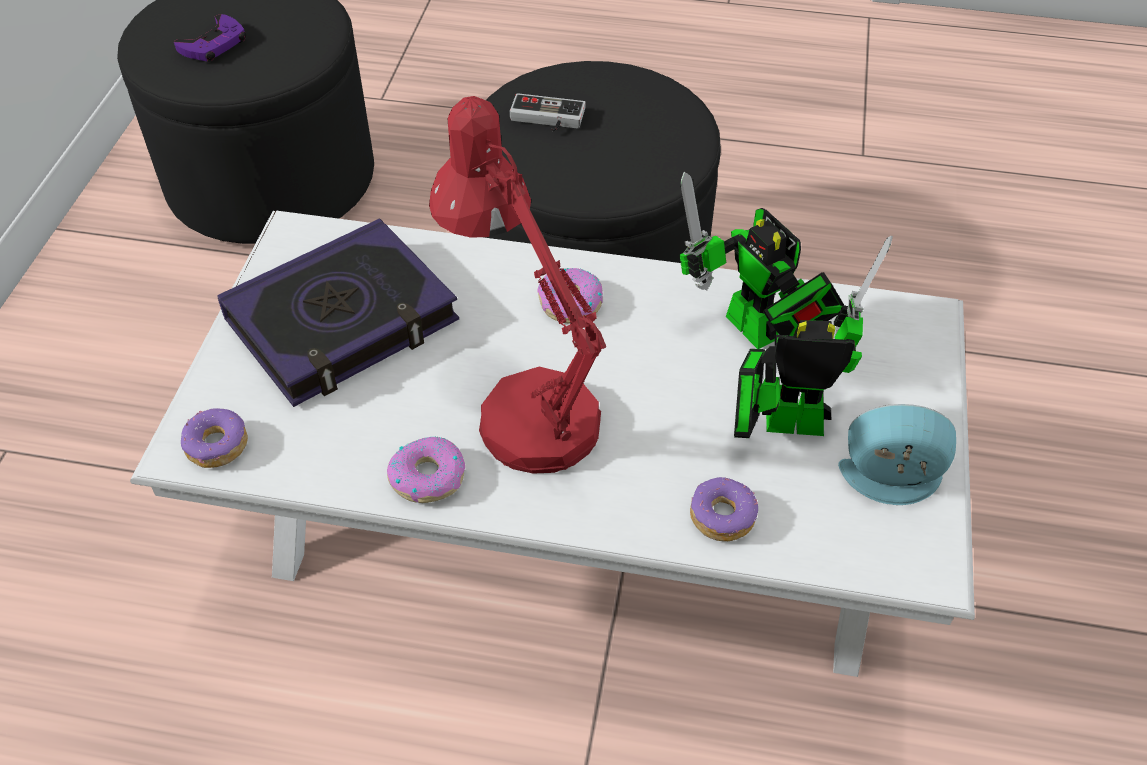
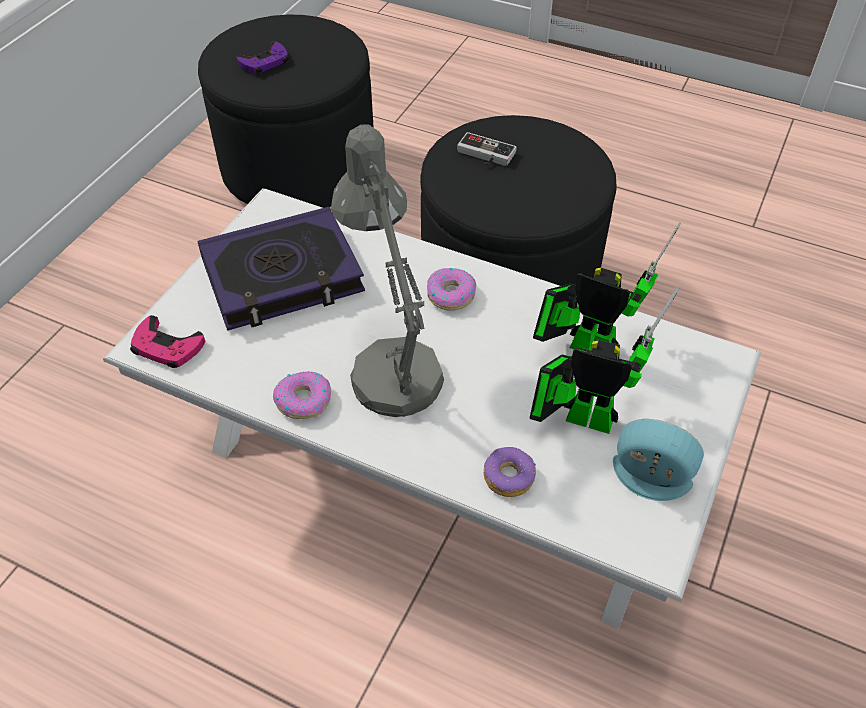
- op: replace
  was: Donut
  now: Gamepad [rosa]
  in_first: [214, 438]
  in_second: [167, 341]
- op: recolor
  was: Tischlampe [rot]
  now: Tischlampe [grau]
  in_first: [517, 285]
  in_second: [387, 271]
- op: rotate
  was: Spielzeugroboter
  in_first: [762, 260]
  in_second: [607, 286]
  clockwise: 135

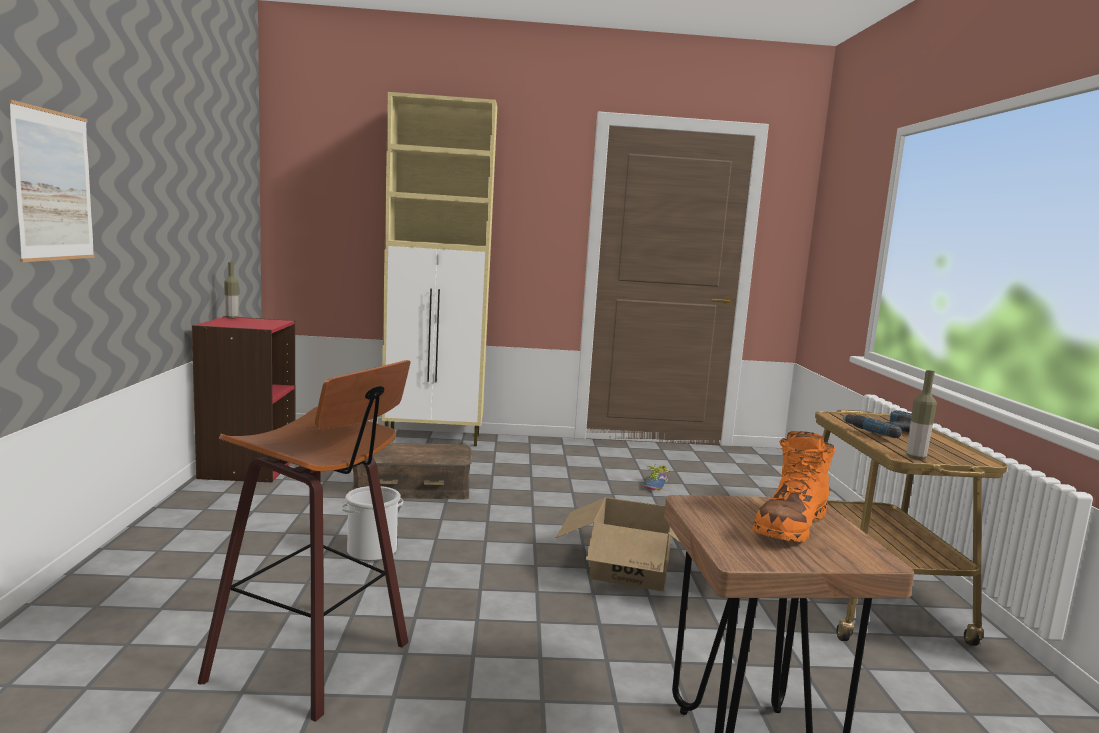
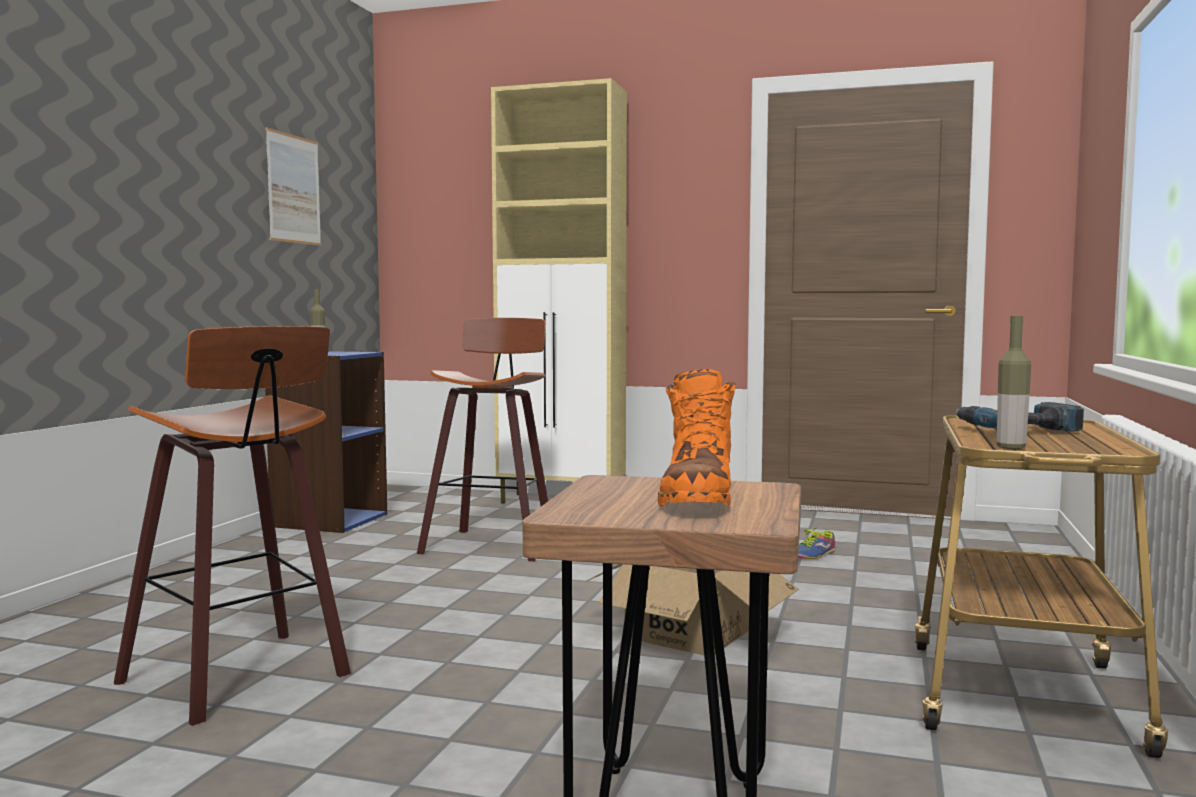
- op: move
  was: Bild
  in_first: [51, 180]
  in_second: [293, 187]
- op: recolor
  was: Bücherregal [rot]
  now: Bücherregal [blau]
  in_first: [243, 399]
  in_second: [326, 442]
- op: delete
  was: Eimer
  in_first: [372, 523]
- op: replace
  was: Aufbewahrungsbox [braun]
  now: Hocker
  in_first: [412, 471]
  in_second: [482, 439]
- op: rotate
  was: Stiefel [orange]
  in_first: [793, 486]
  in_second: [697, 438]
  clockwise: -45

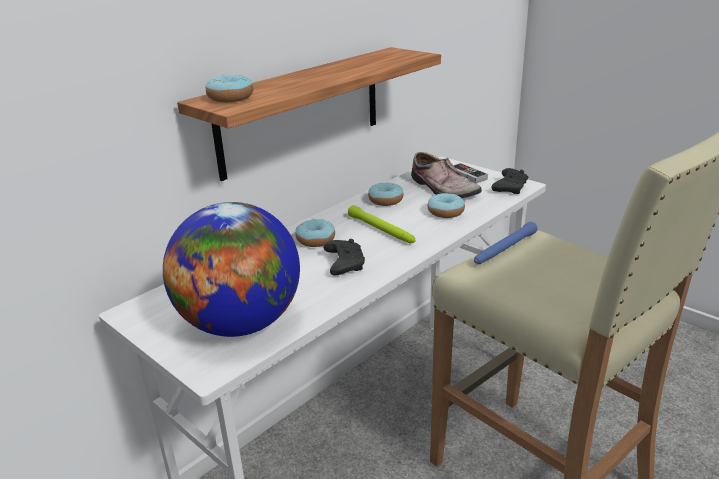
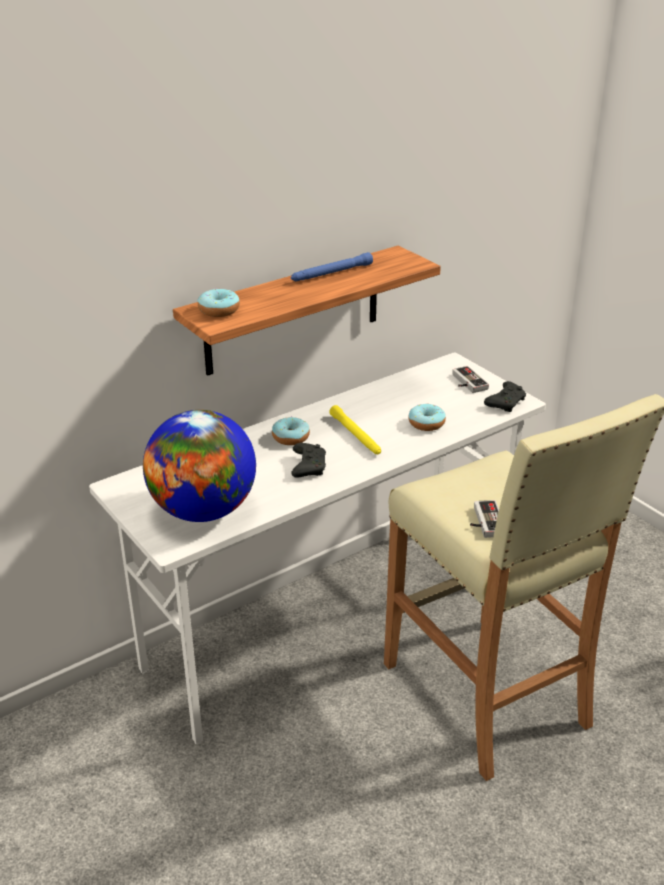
- op: recolor
  was: Taschenlampe [grün]
  now: Taschenlampe [gelb]
  in_first: [381, 224]
  in_second: [355, 429]
- op: delete
  was: Donut
  in_first: [386, 194]
- op: delete
  was: Schuh
  in_first: [446, 175]
- op: move
  was: Taschenlampe [blau]
  in_first: [506, 243]
  in_second: [332, 266]
- op: insert
  now: Gamepad
  in_second: [484, 519]

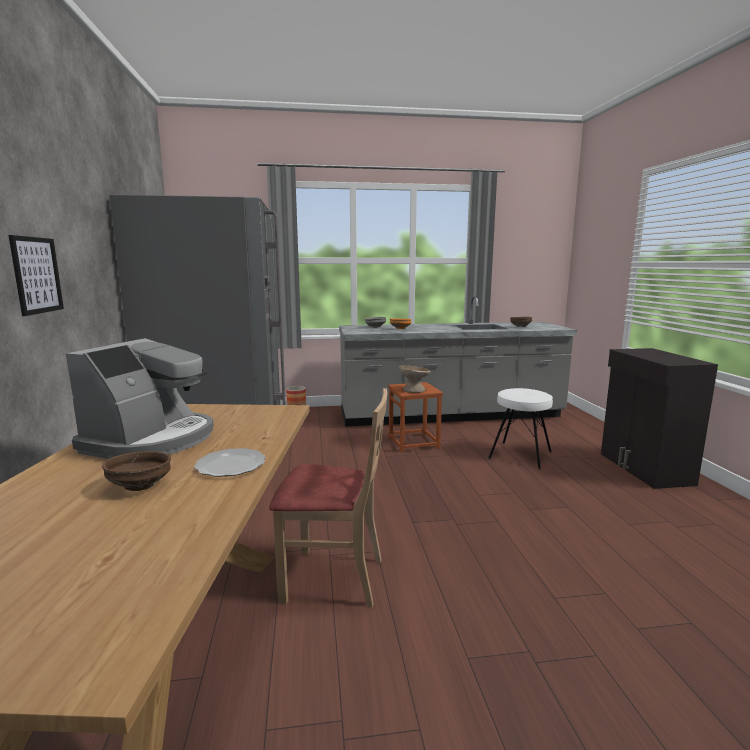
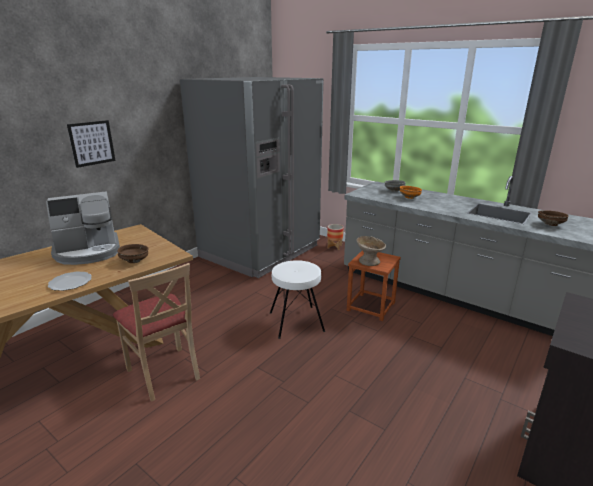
- op: move
  was: Schüssel [braun]
  in_first: [136, 471]
  in_second: [133, 253]
- op: move
  was: Hocker [weiß]
  in_first: [520, 428]
  in_second: [297, 299]

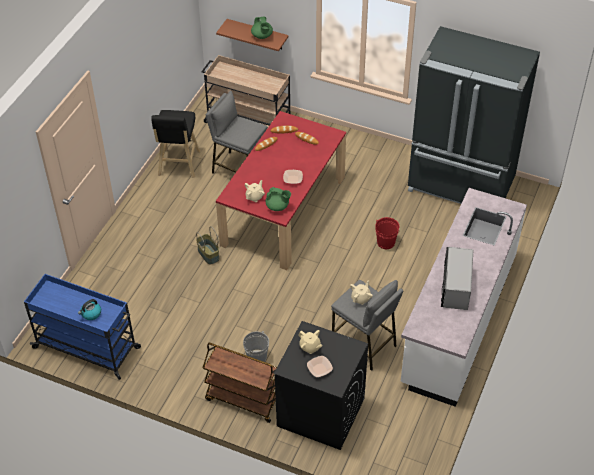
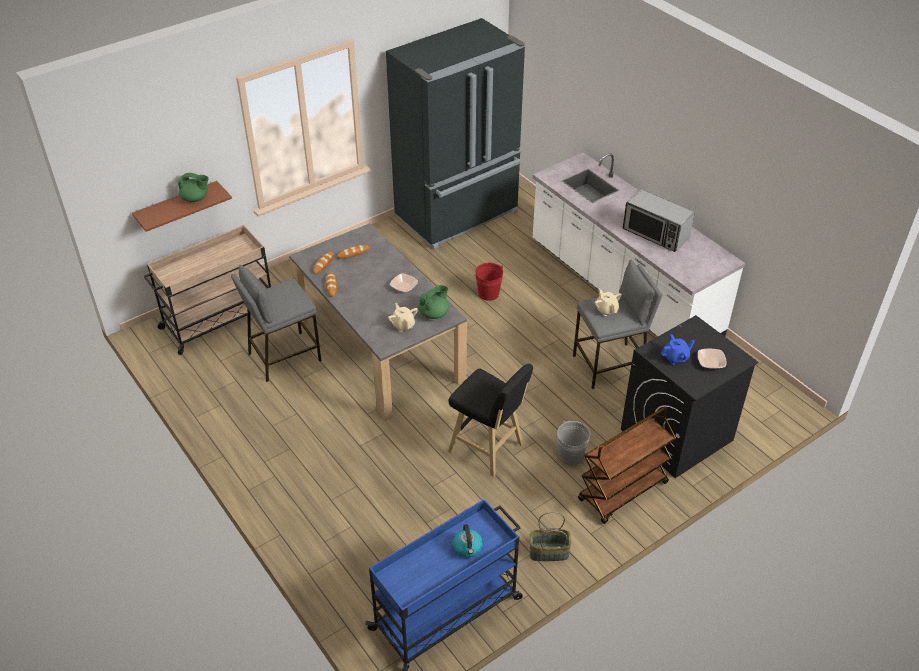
- op: move
  was: Hocker [schwarz]
  in_first: [175, 144]
  in_second: [490, 420]
- op: move
  was: Korb
  in_first: [207, 245]
  in_second: [550, 536]
- op: recolor
  was: Esstisch [rot]
  now: Esstisch [grau]
  in_first: [281, 190]
  in_second: [378, 322]
- op: recolor
  was: Teekanne [beige]
  now: Teekanne [blau]
  in_first: [311, 342]
  in_second: [678, 349]

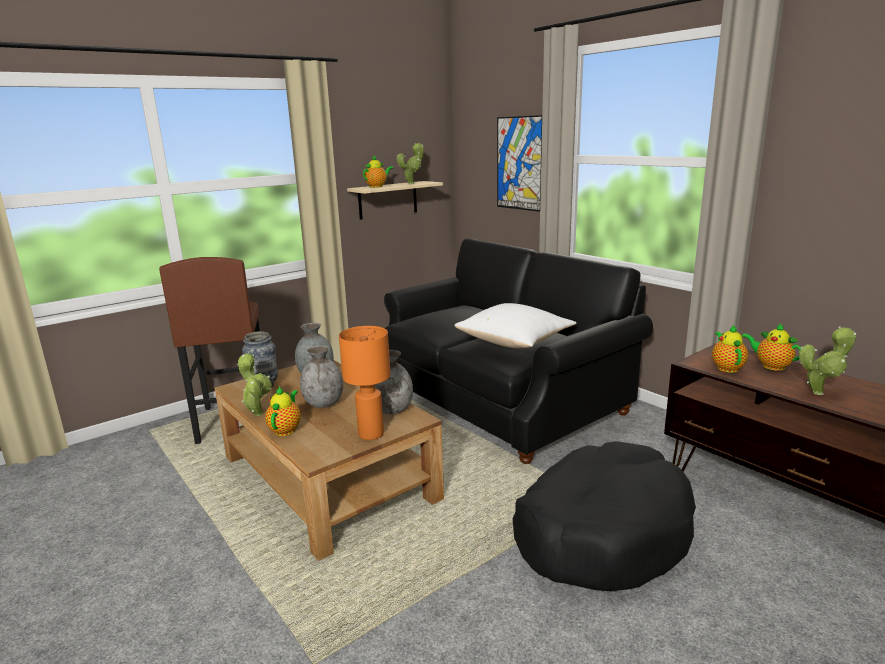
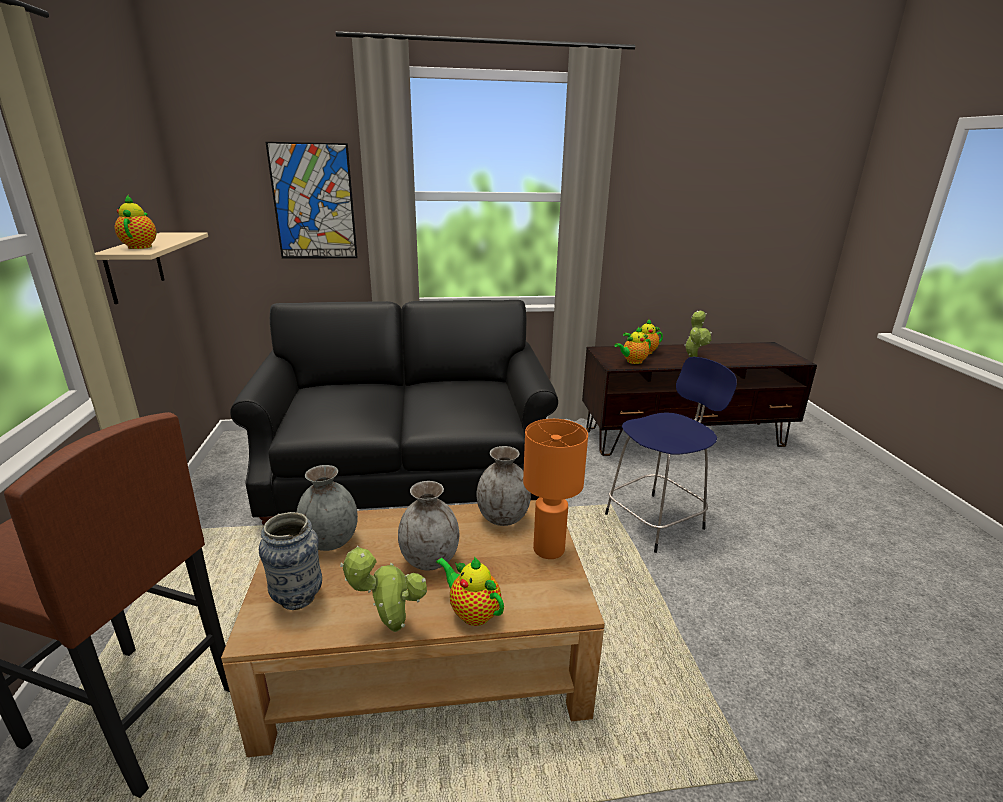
- op: delete
  was: Topfpflanze
  in_first: [410, 163]
- op: delete
  was: Kissen [weiß]
  in_first: [515, 325]
- op: replace
  was: Hundebett [schwarz]
  now: Hocker [blau]
  in_first: [604, 516]
  in_second: [671, 455]
- op: rotate
  was: Teekanne
  in_first: [730, 348]
  in_second: [632, 345]
  clockwise: -60

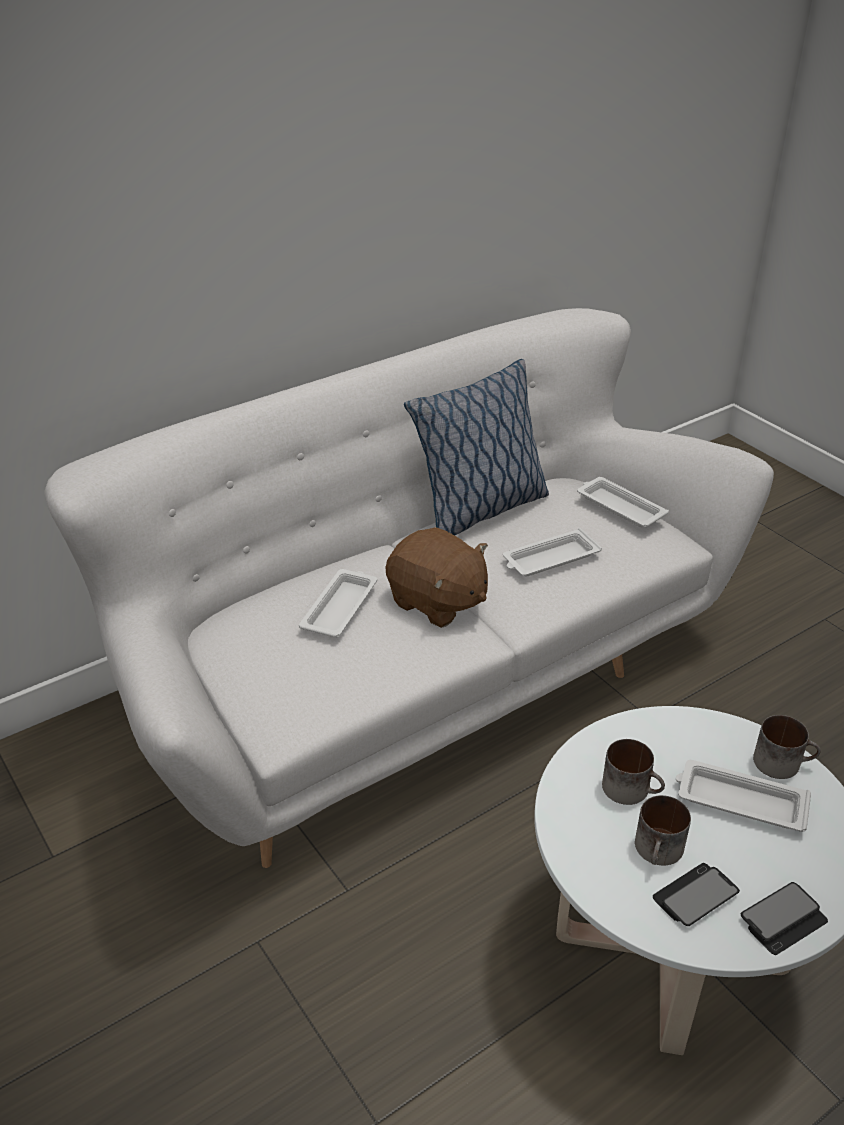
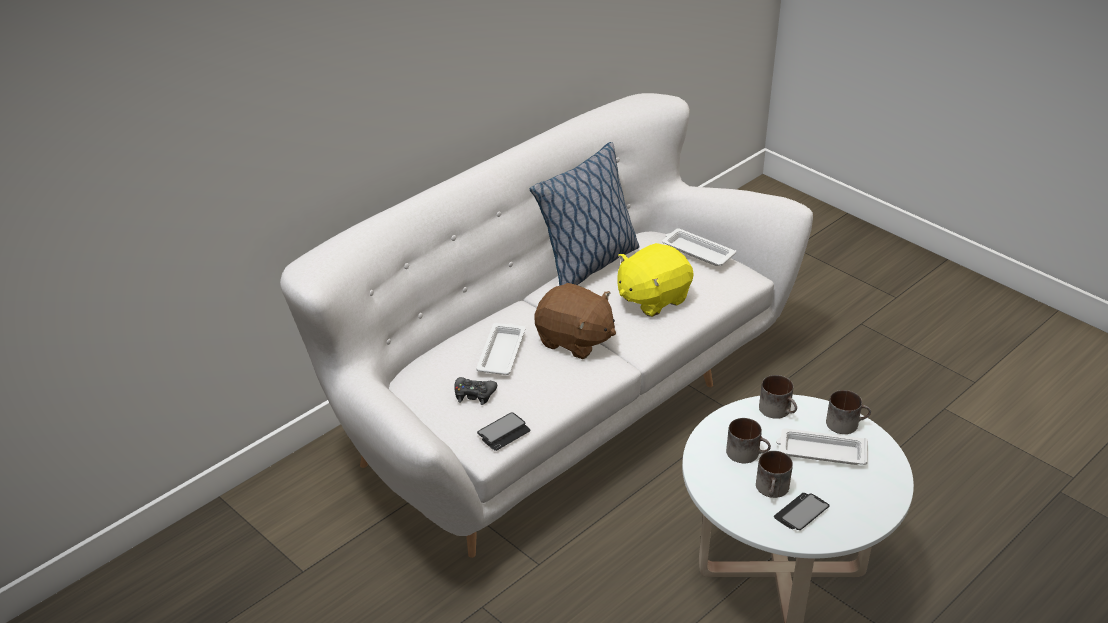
- op: replace
  was: Tablett [weiß]
  now: Plüschtier [gelb]
  in_first: [552, 552]
  in_second: [655, 280]
- op: move
  was: Handy
  in_first: [784, 918]
  in_second: [503, 431]
- op: insert
  now: Gamepad [schwarz]
  in_second: [475, 391]
- op: insert
  now: Henkelbecher
  in_second: [778, 397]

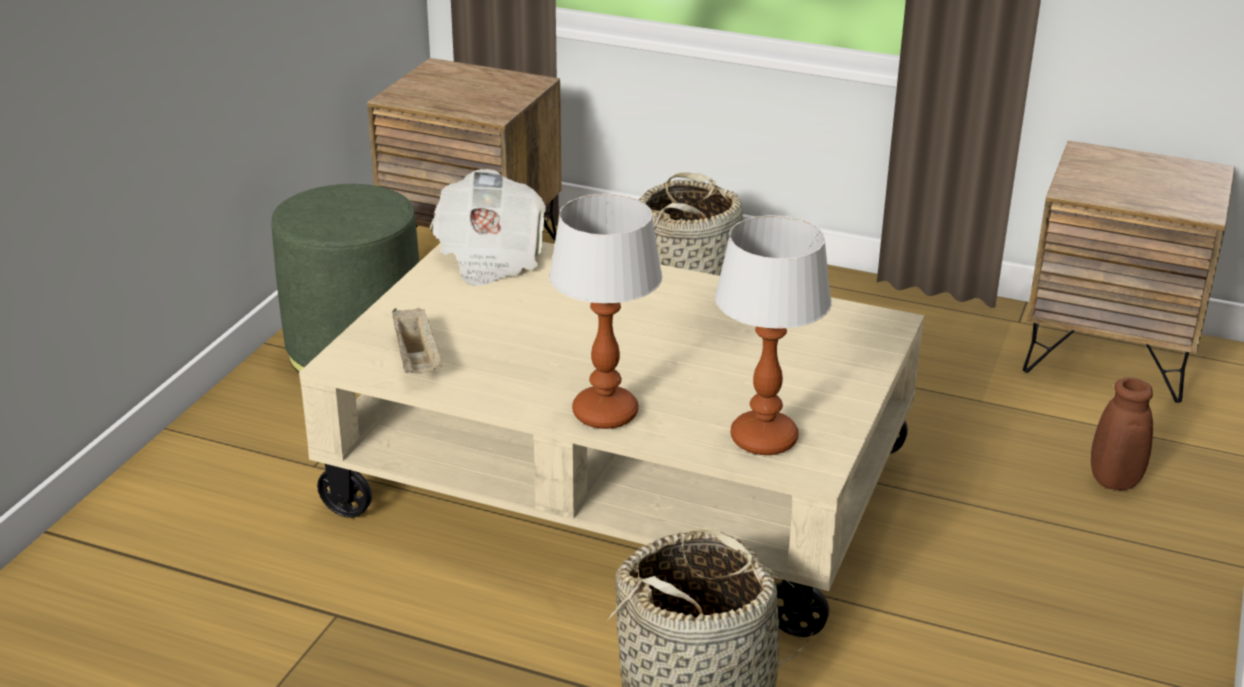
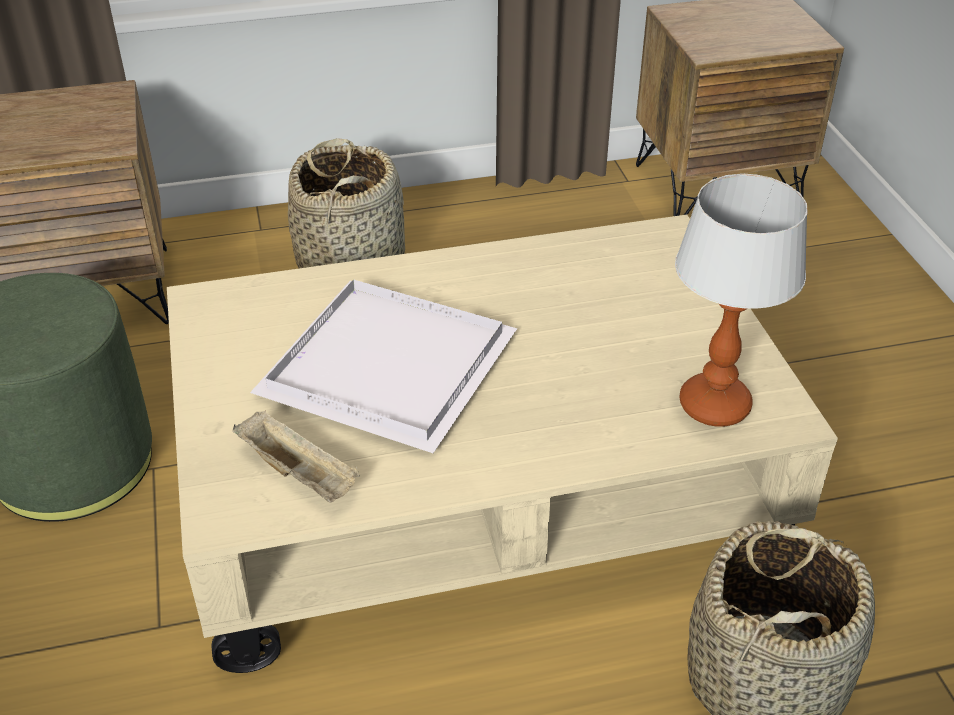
- op: delete
  was: Zeitung
  in_first: [488, 227]
- op: delete
  was: Tischlampe
  in_first: [605, 311]
- op: delete
  was: Vase [braun]
  in_first: [1122, 434]
- op: insert
  now: Tablett [weiß]
  in_second: [383, 366]

